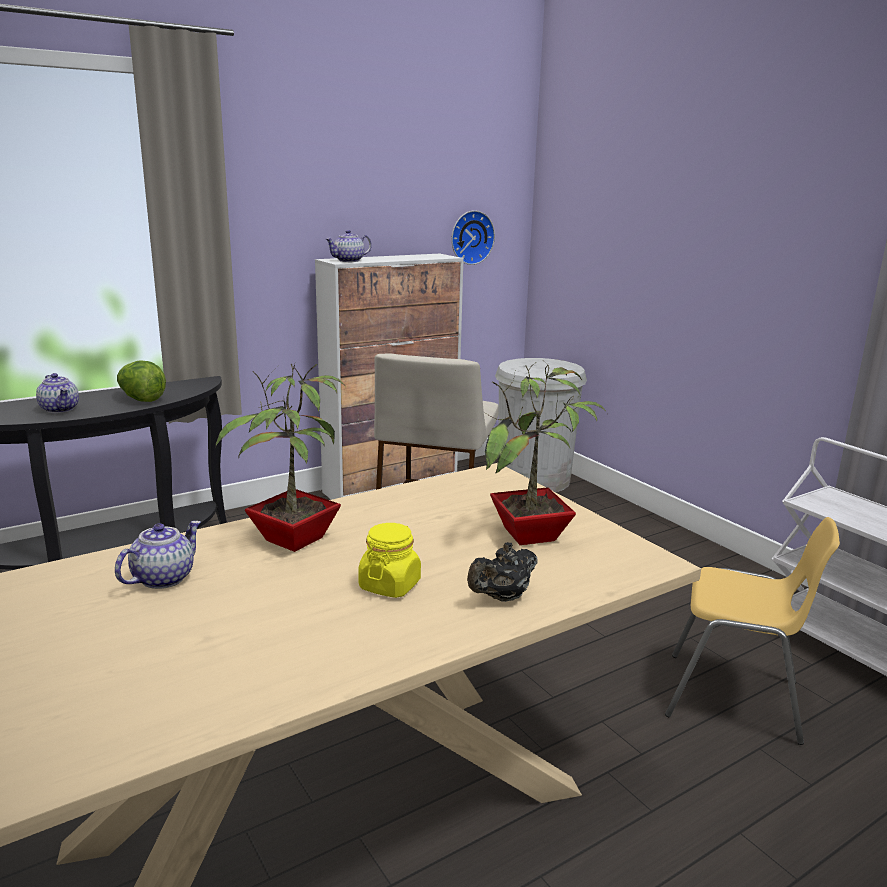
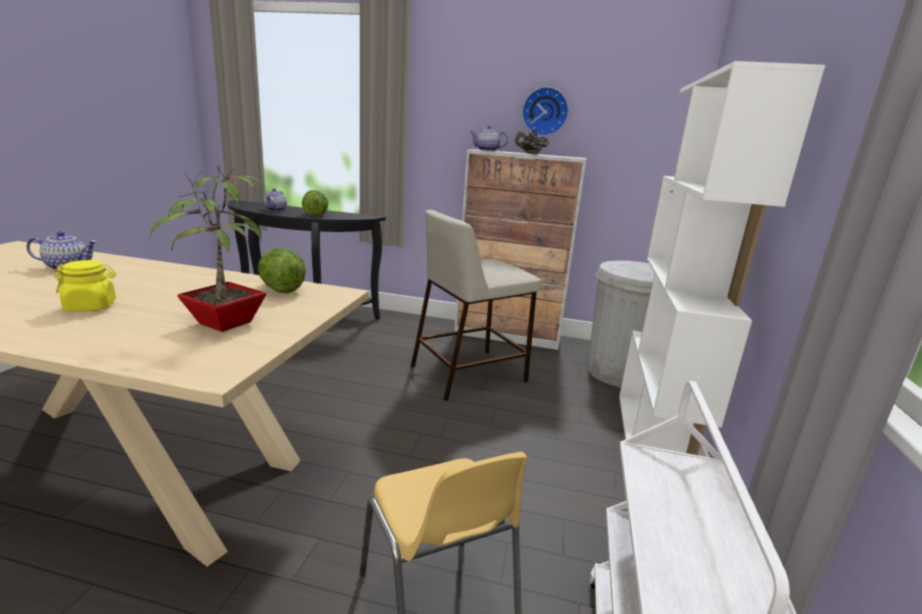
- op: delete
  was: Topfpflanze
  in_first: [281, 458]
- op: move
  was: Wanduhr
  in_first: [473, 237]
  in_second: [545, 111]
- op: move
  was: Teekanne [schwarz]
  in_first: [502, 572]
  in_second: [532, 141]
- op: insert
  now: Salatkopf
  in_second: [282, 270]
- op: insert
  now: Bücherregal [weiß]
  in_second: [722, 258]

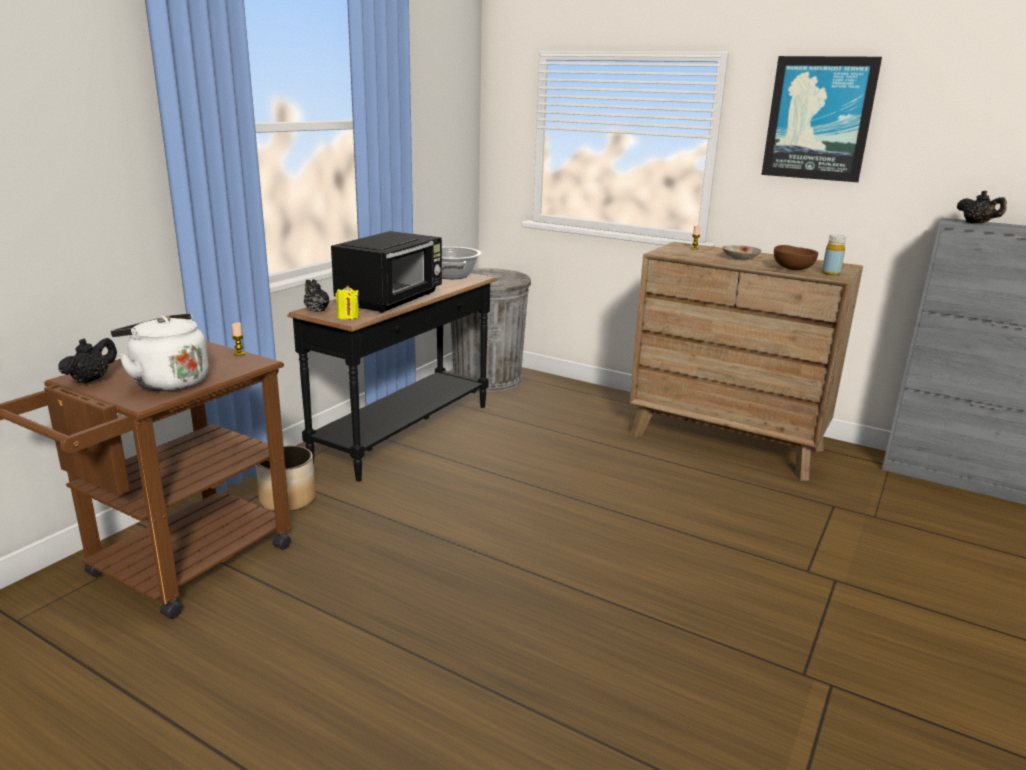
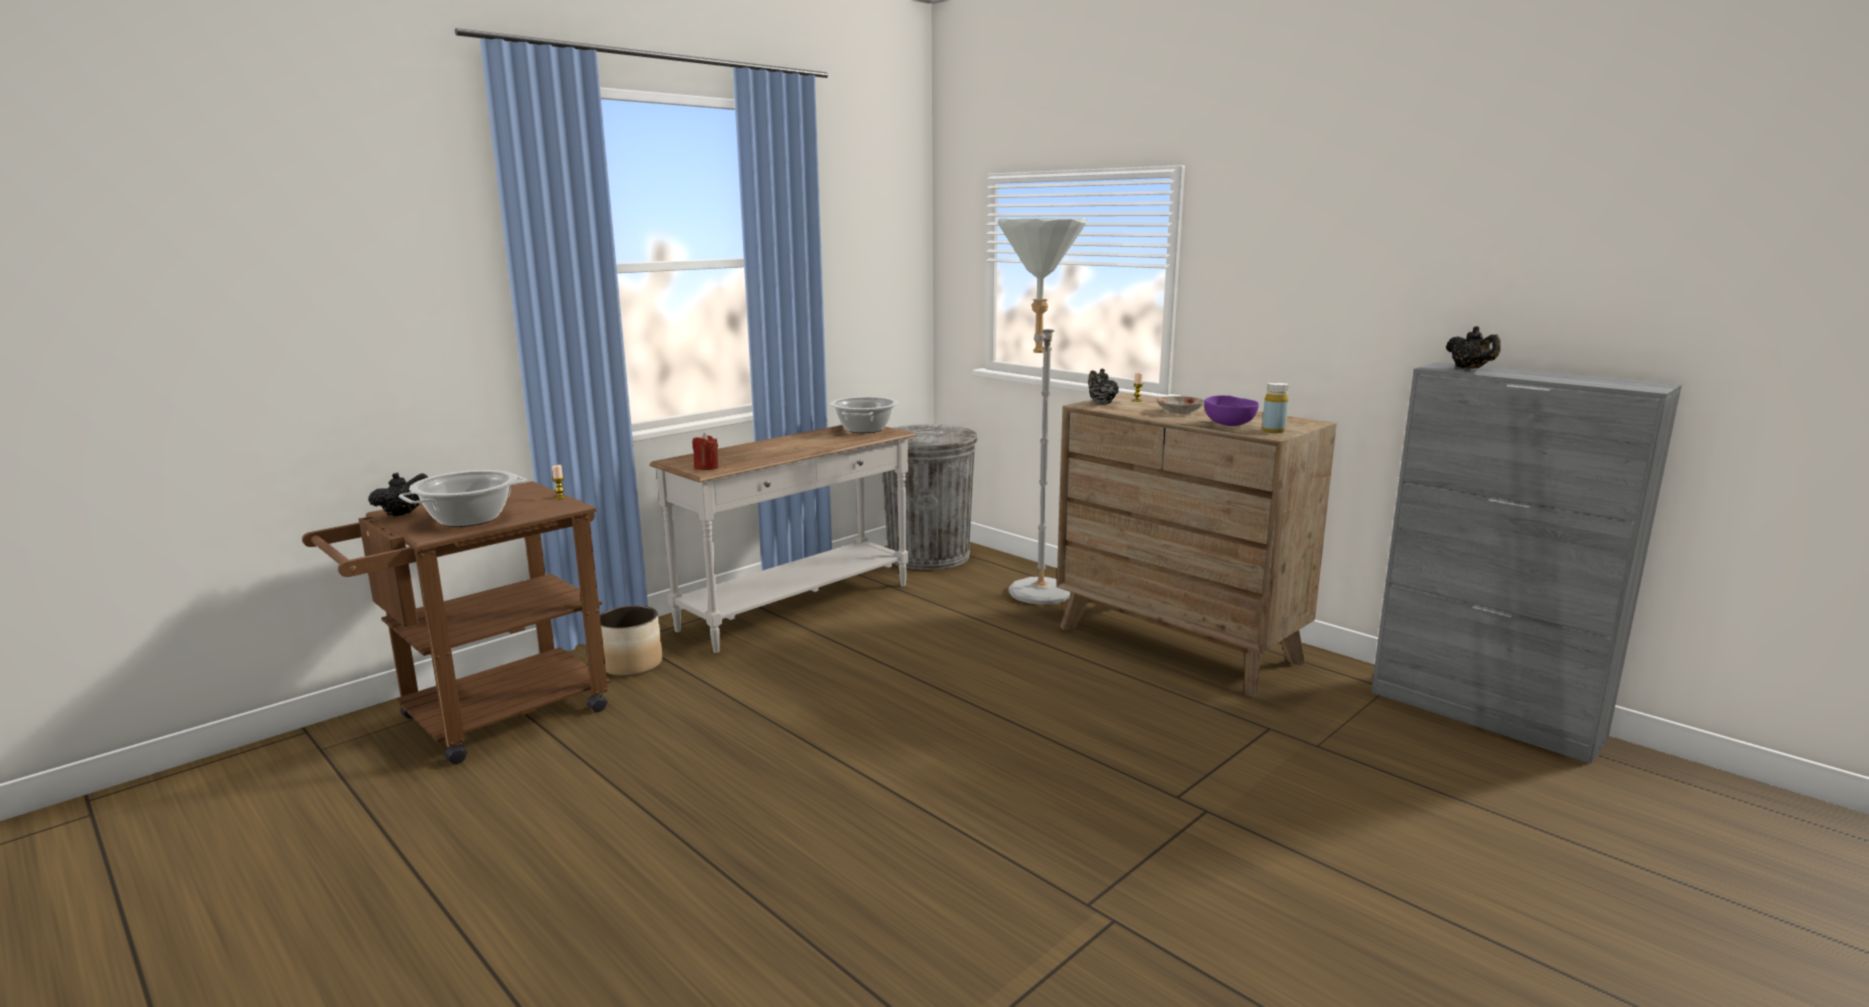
- op: replace
  was: Wasserkessel [weiß]
  now: Kochtopf
  in_first: [159, 352]
  in_second: [463, 498]
- op: recolor
  was: Konsolentisch [schwarz]
  now: Konsolentisch [weiß]
  in_first: [392, 377]
  in_second: [783, 539]
- op: move
  was: Teekanne [schwarz]
  in_first: [316, 295]
  in_second: [1103, 386]
- op: delete
  was: Mikrowelle [schwarz]
  in_first: [386, 272]
- op: recolor
  was: Kerze [gelb]
  now: Kerze [rot]
  in_first: [347, 303]
  in_second: [705, 451]
- op: delete
  was: Bild
  in_first: [821, 119]
- op: recolor
  was: Schüssel [braun]
  now: Schüssel [lila]
  in_first: [796, 257]
  in_second: [1231, 410]
- op: insert
  now: Stehlampe [grau]
  in_second: [1042, 411]

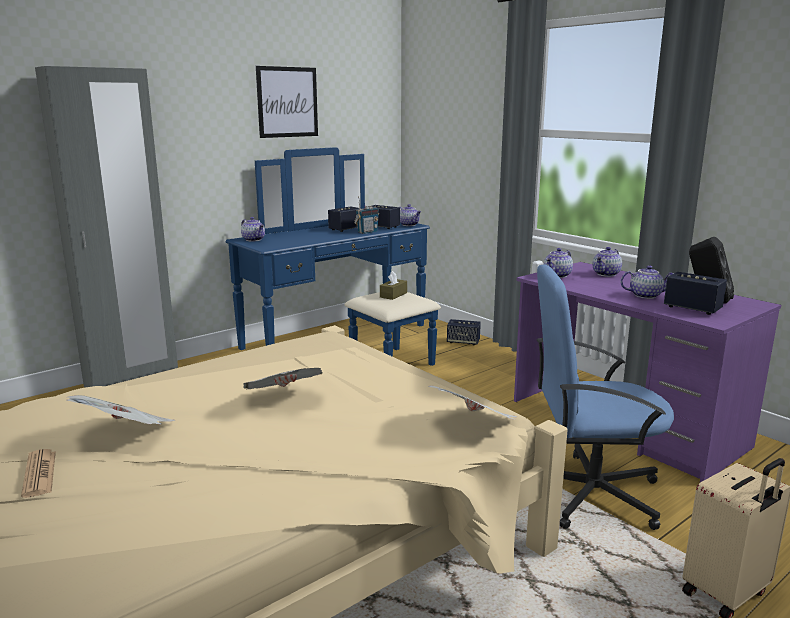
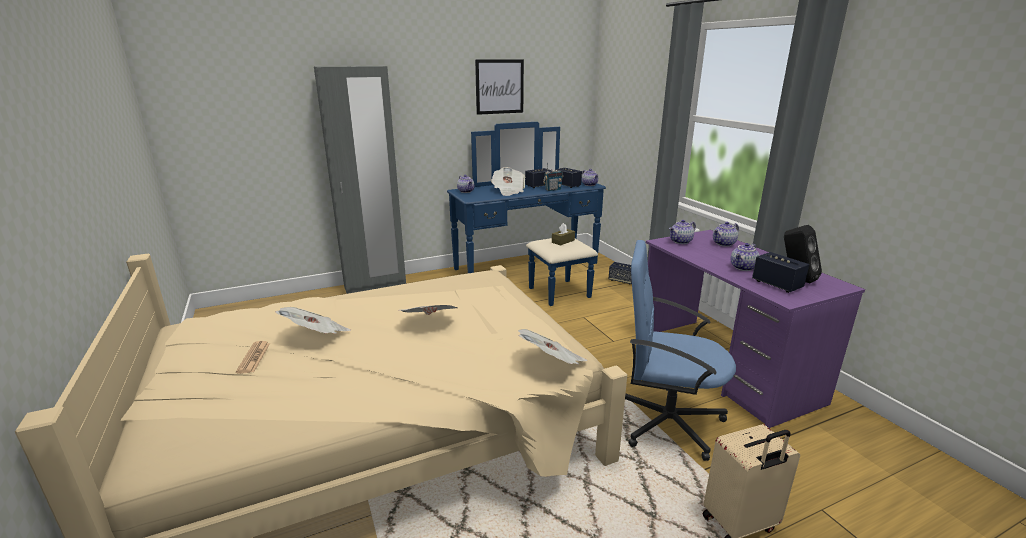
- op: rotate
  was: Teekanne
  in_first: [647, 282]
  in_second: [745, 257]
  clockwise: 120
- op: insert
  now: Zeitung
  in_second: [508, 181]

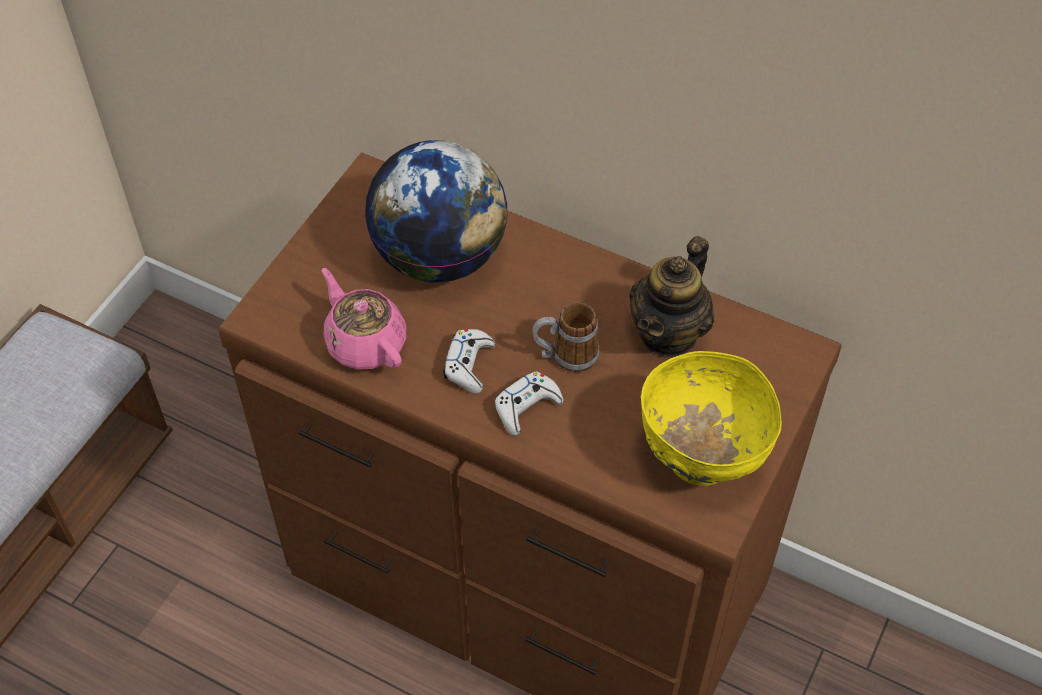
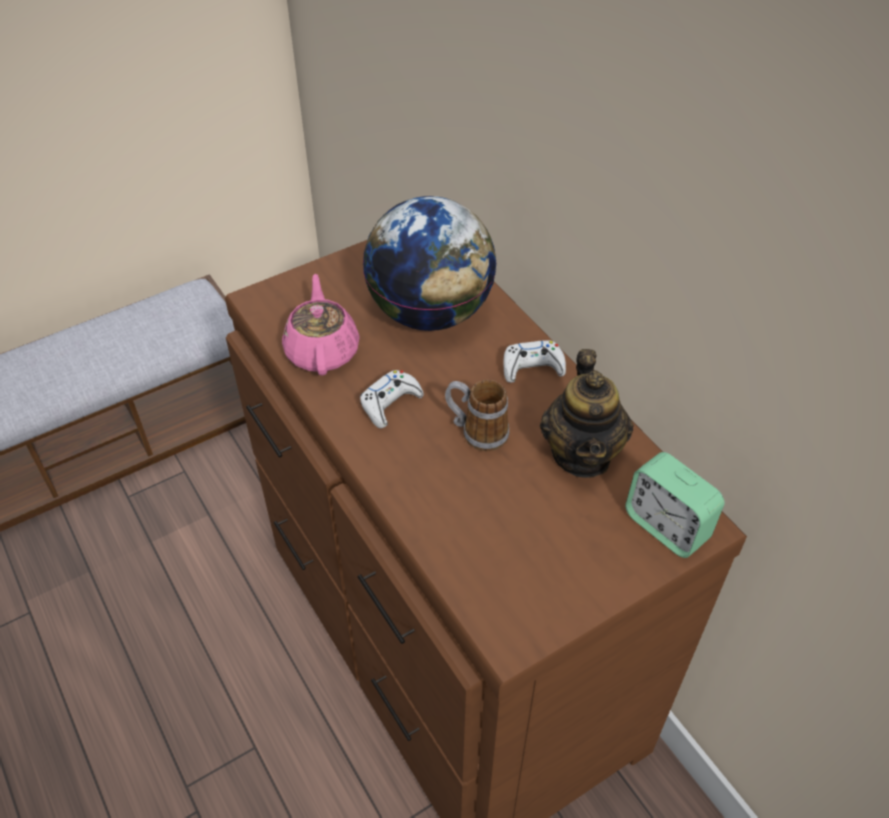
- op: move
  was: Gamepad [weiß]
  in_first: [529, 403]
  in_second: [534, 361]
- op: rotate
  was: Teekanne
  in_first: [671, 297]
  in_second: [587, 413]
  clockwise: -60
- op: delete
  was: Schüssel [gelb]
  in_first: [711, 418]
- op: insert
  now: Wecker
  in_second: [675, 505]

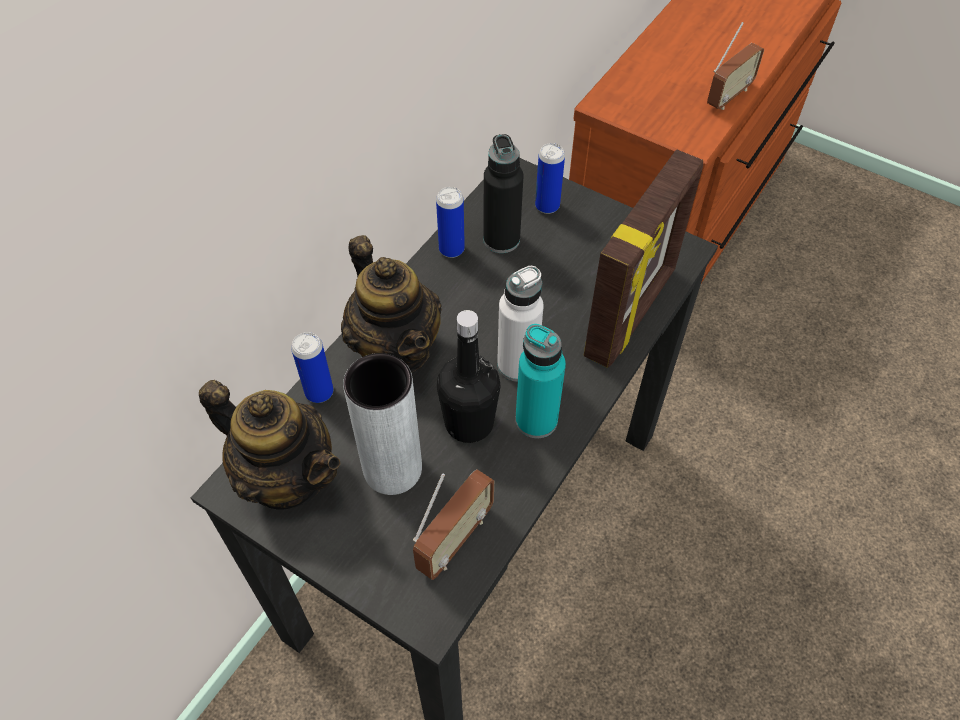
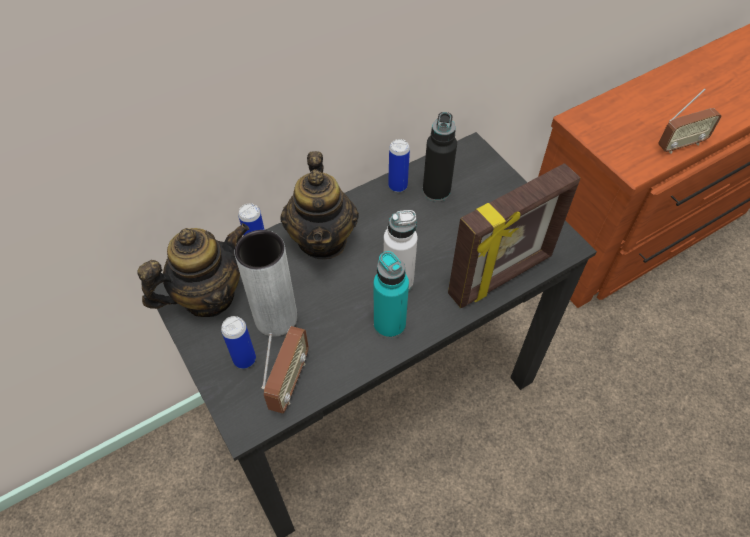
- op: rotate
  was: Teekanne
  in_first: [269, 445]
  in_second: [193, 270]
  clockwise: -90
- op: rotate
  was: Radio
  in_first: [453, 524]
  in_second: [285, 369]
  clockwise: -45
- op: delete
  was: Flasche [schwarz]
  in_first: [468, 376]
- op: move
  was: Dose
  in_first: [550, 178]
  in_second: [238, 342]

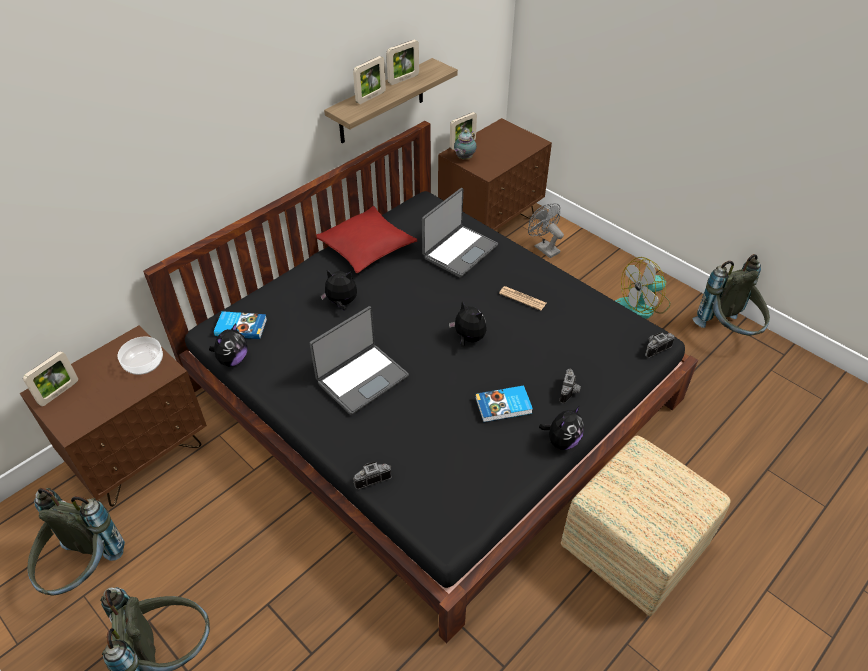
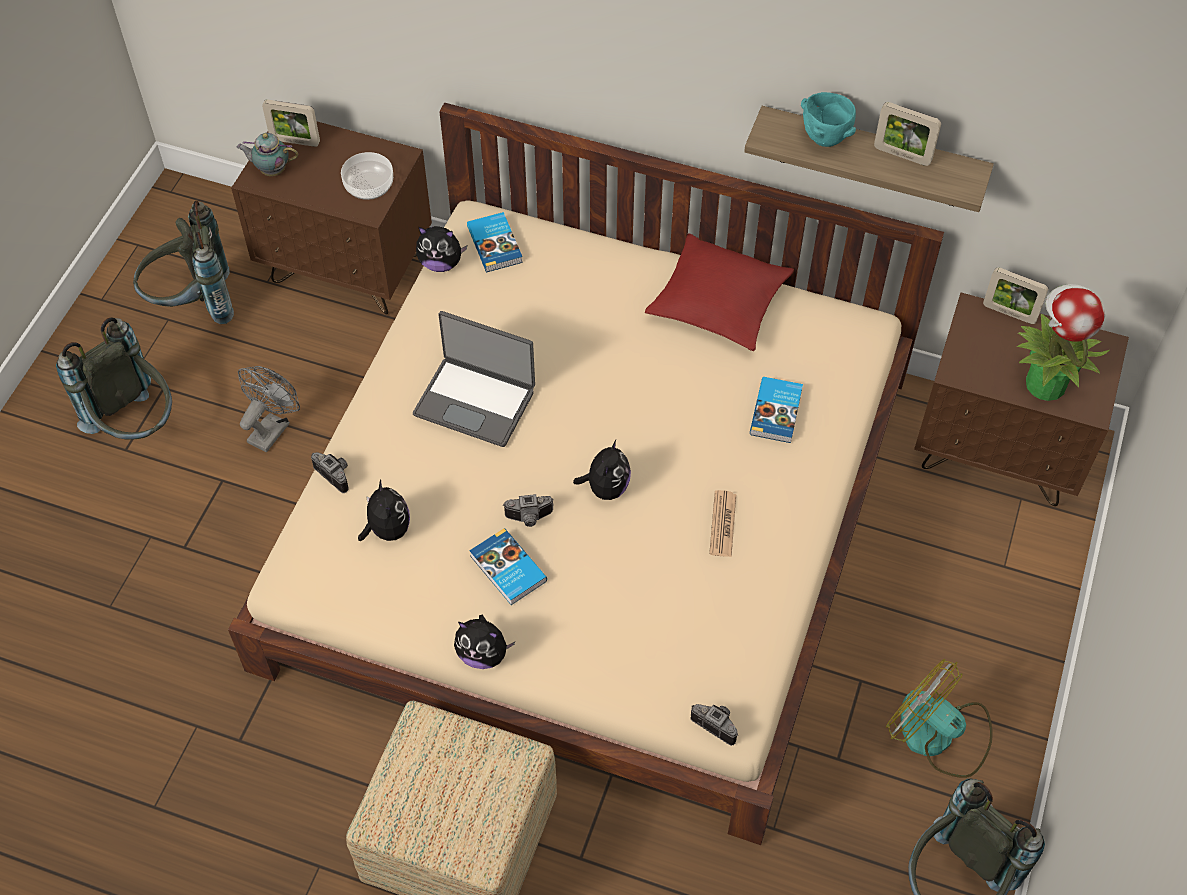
- op: recolor
  was: Bett [schwarz]
  now: Bett [beige]
  in_first: [420, 382]
  in_second: [586, 474]
- op: move
  was: Plüschtier
  in_first: [338, 290]
  in_second: [384, 510]
- op: replace
  was: Bilderrahmen
  now: Schüssel [türkis]
  in_first: [369, 80]
  in_second: [828, 119]
- op: replace
  was: Laptop
  now: Buch
  in_first: [460, 233]
  in_second: [776, 410]
- op: move
  was: Teekanne
  in_first: [465, 145]
  in_second: [267, 154]
- op: move
  was: Ventilator [grau]
  in_first: [546, 230]
  in_second: [269, 409]
- op: move
  was: Kamera
  in_first: [570, 386]
  in_second: [528, 510]
- op: insert
  now: Topfpflanze
  in_second: [1063, 342]

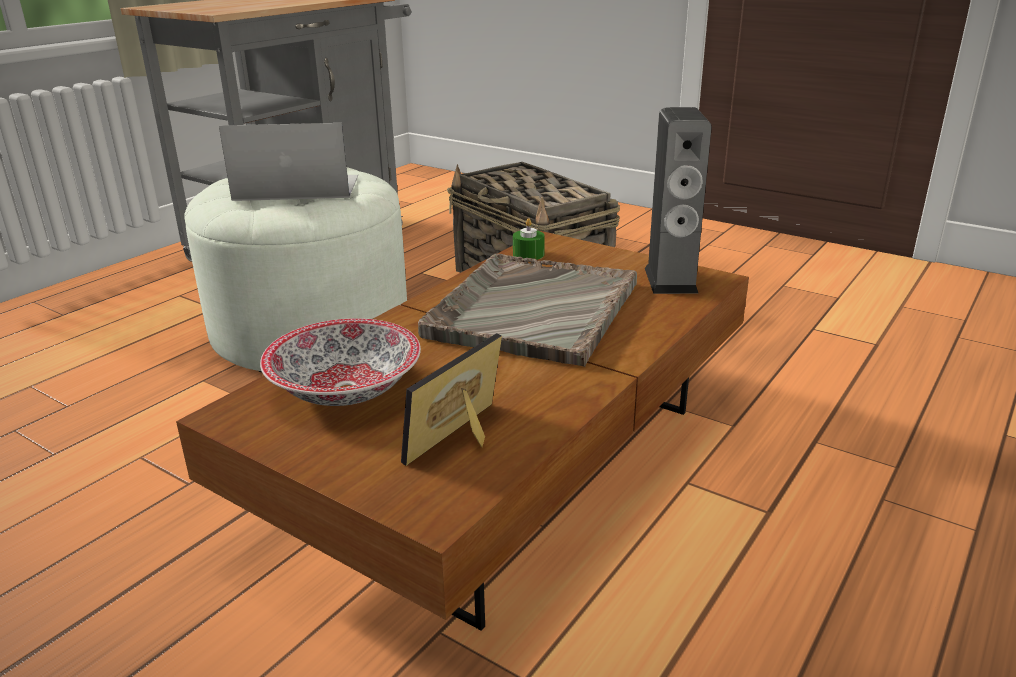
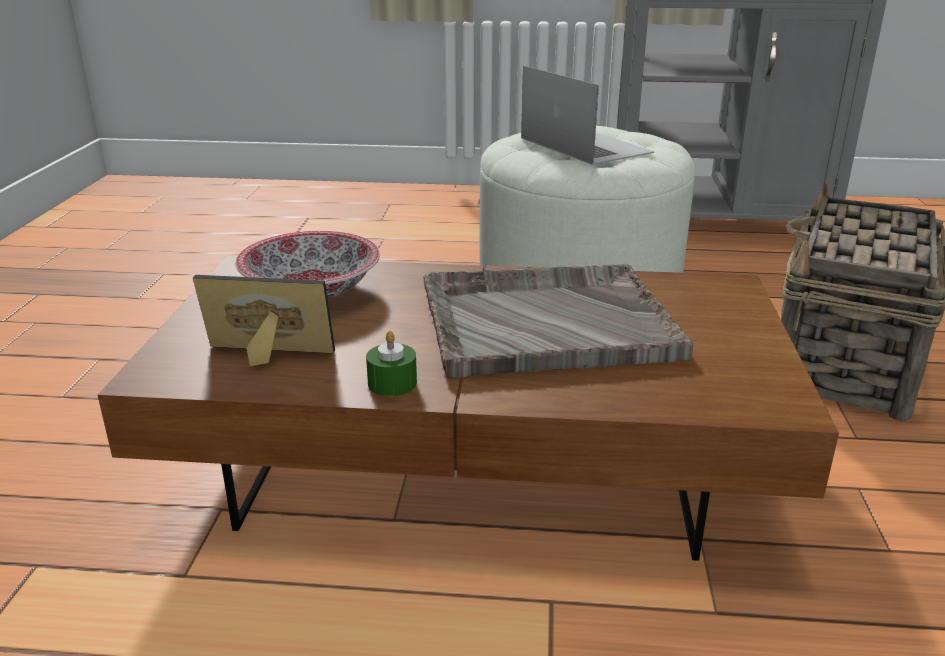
- op: move
  was: Kerze [grün]
  in_first: [529, 239]
  in_second: [391, 363]
- op: delete
  was: Lautsprecher
  in_first: [678, 200]

